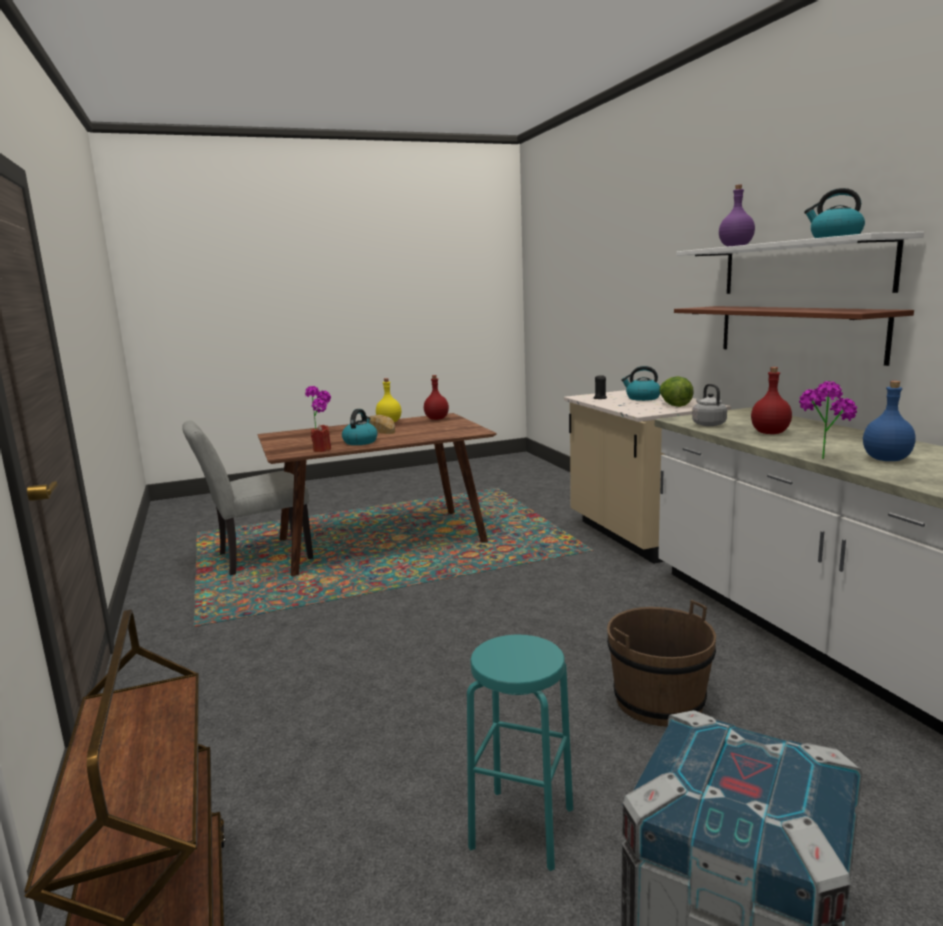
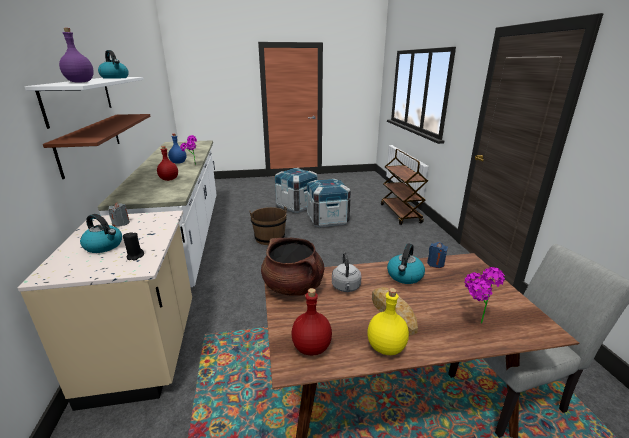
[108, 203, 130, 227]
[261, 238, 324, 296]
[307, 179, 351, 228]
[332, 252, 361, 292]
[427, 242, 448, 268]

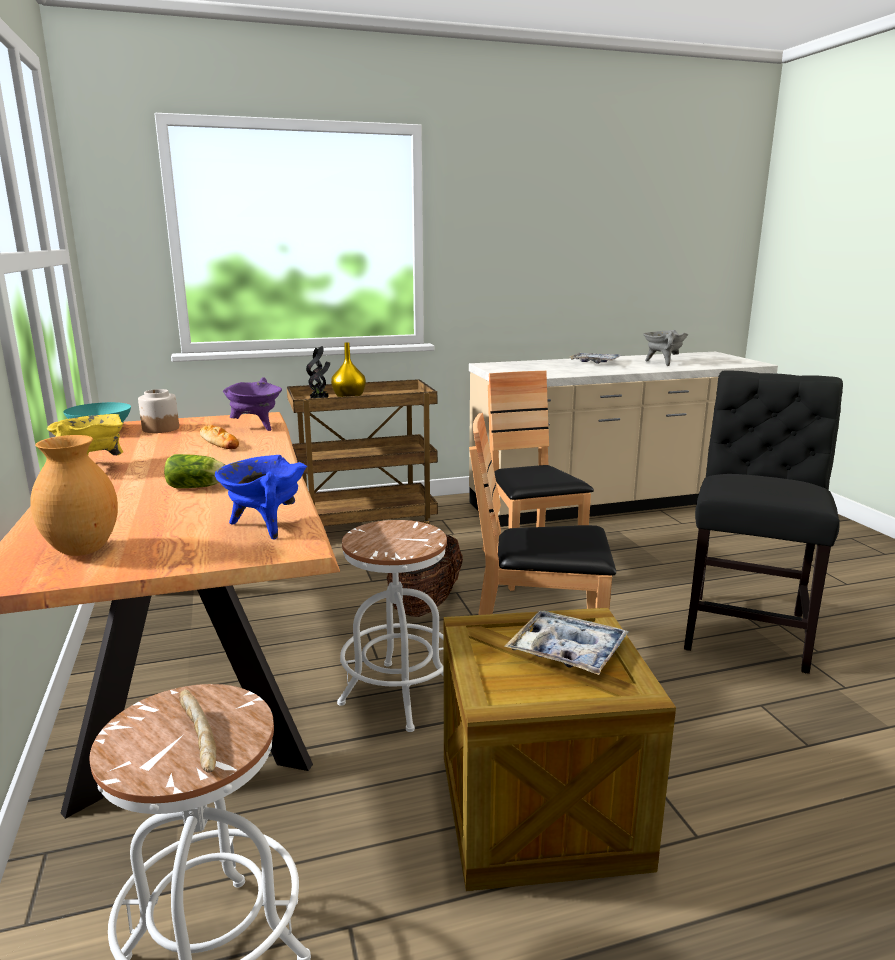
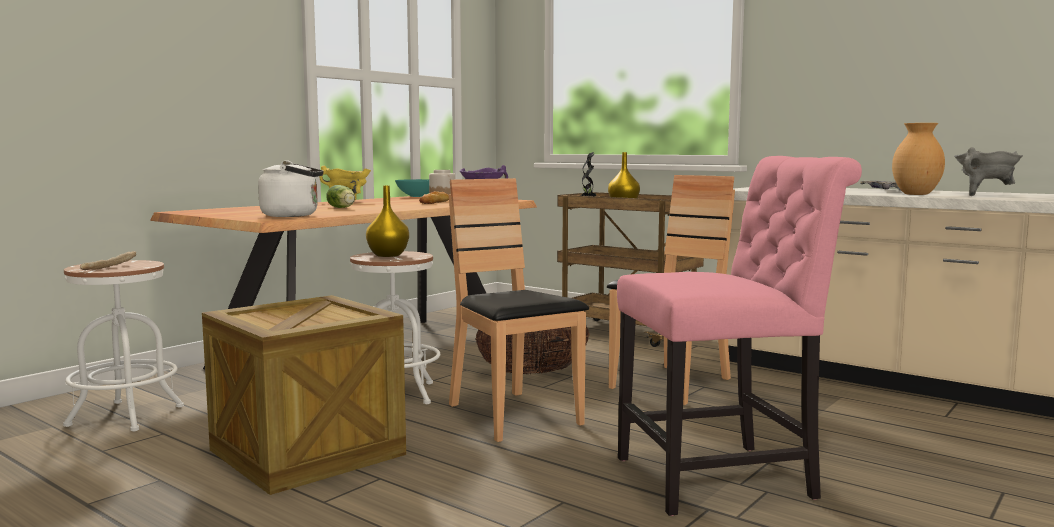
[258, 160, 324, 217]
[366, 185, 409, 257]
[617, 156, 862, 516]
[892, 123, 945, 195]
[505, 610, 628, 675] (first image)

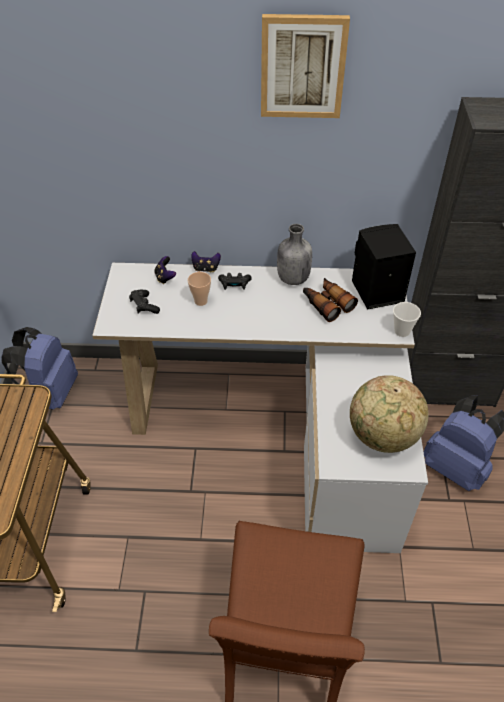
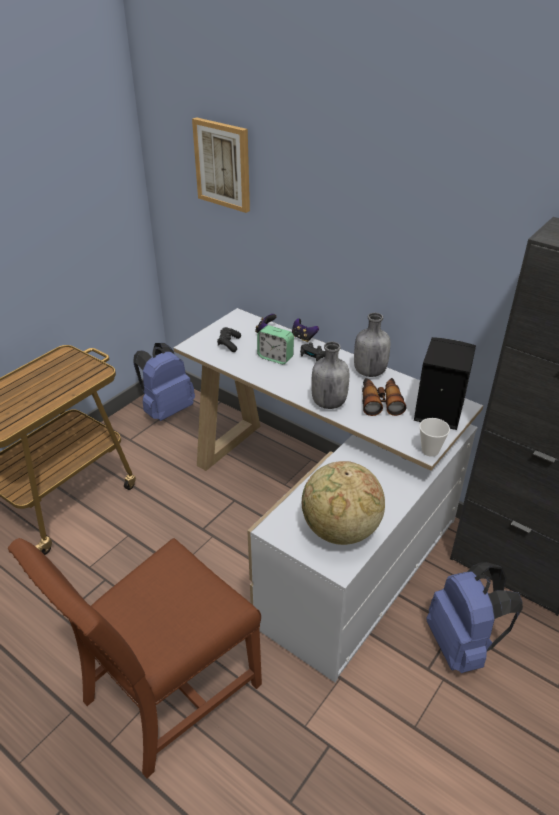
[192, 117, 250, 213]
[257, 325, 294, 364]
[311, 341, 349, 409]

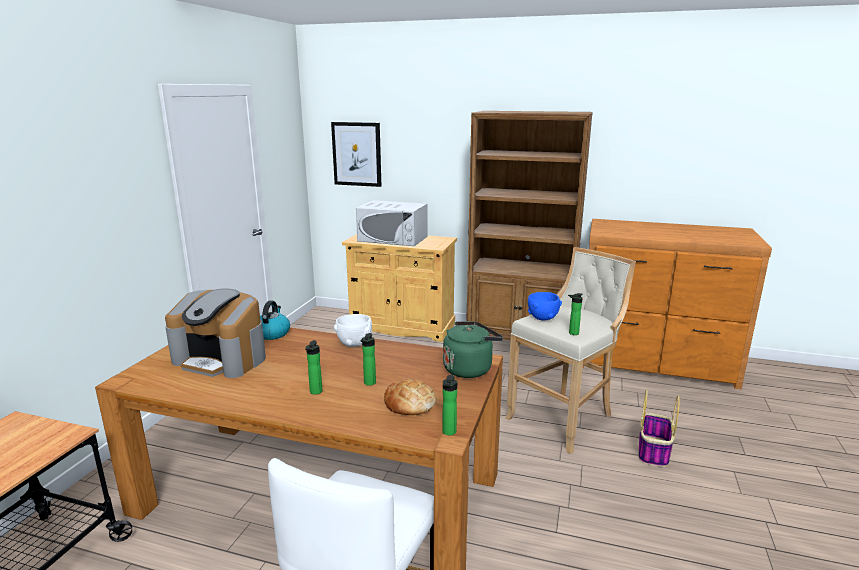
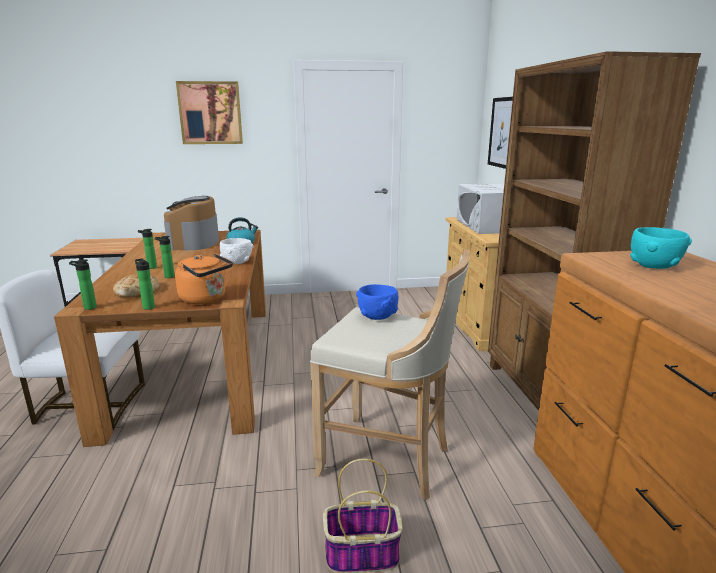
[135, 259, 155, 310]
[175, 253, 233, 304]
[176, 81, 243, 144]
[630, 227, 692, 269]

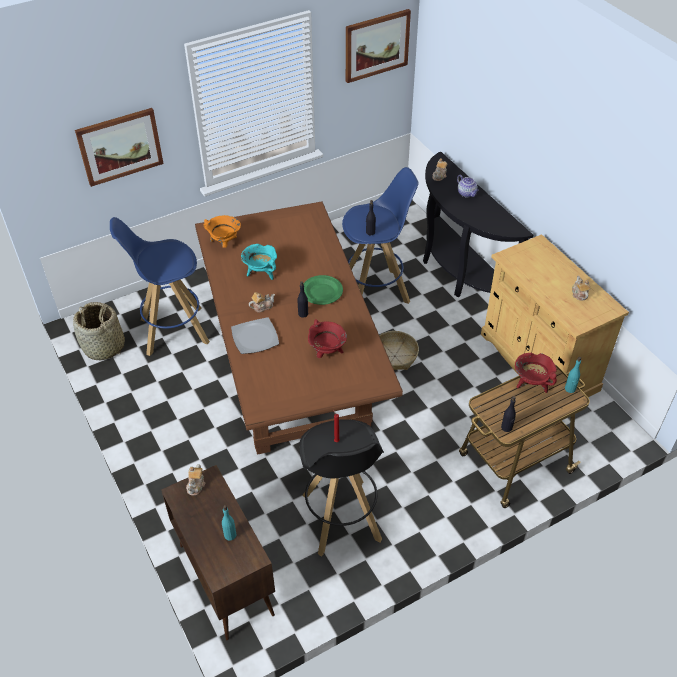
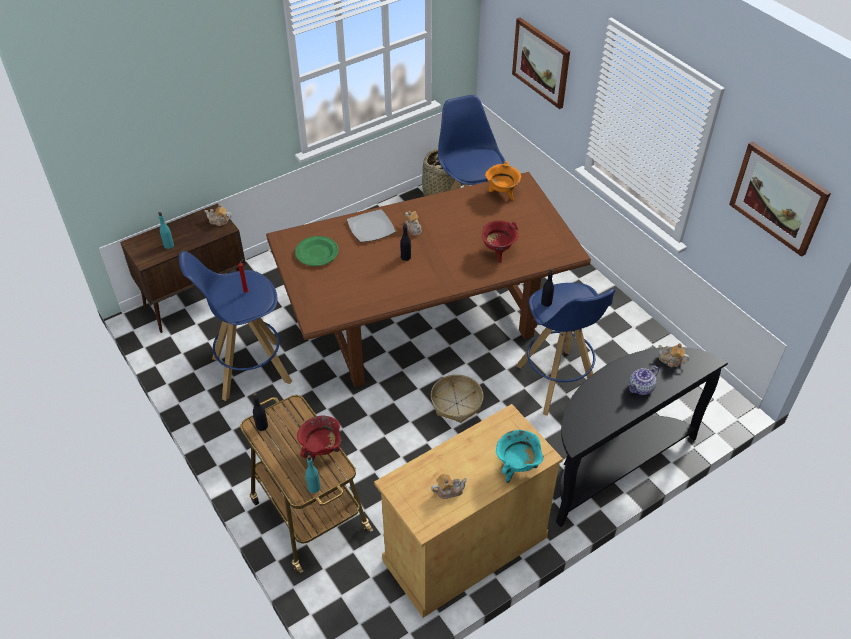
[179, 251, 292, 401]
[295, 236, 339, 266]
[482, 220, 519, 263]
[496, 430, 544, 483]

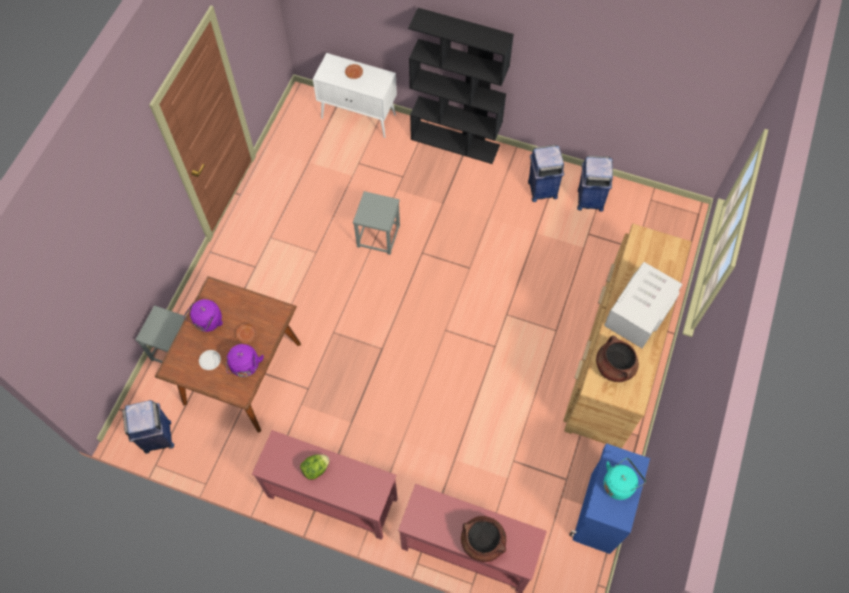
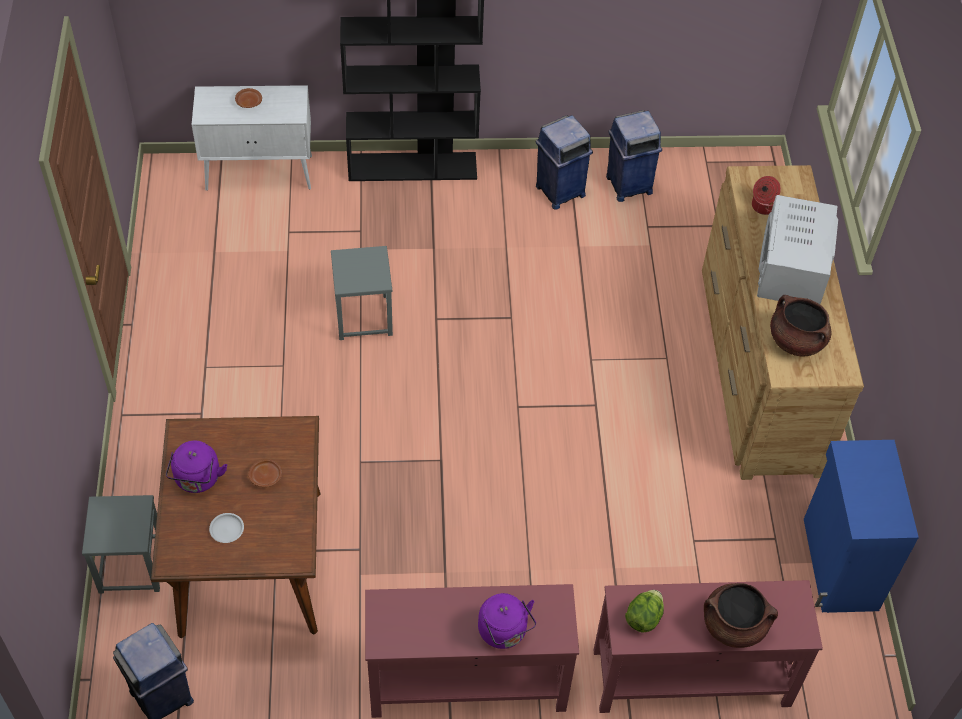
[478, 593, 536, 649]
[625, 590, 664, 633]
[752, 176, 781, 215]
[603, 458, 646, 500] (first image)

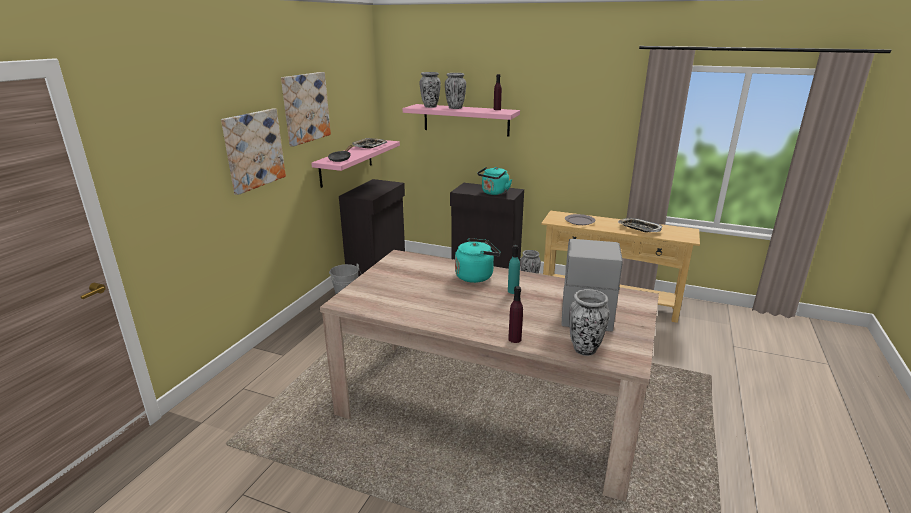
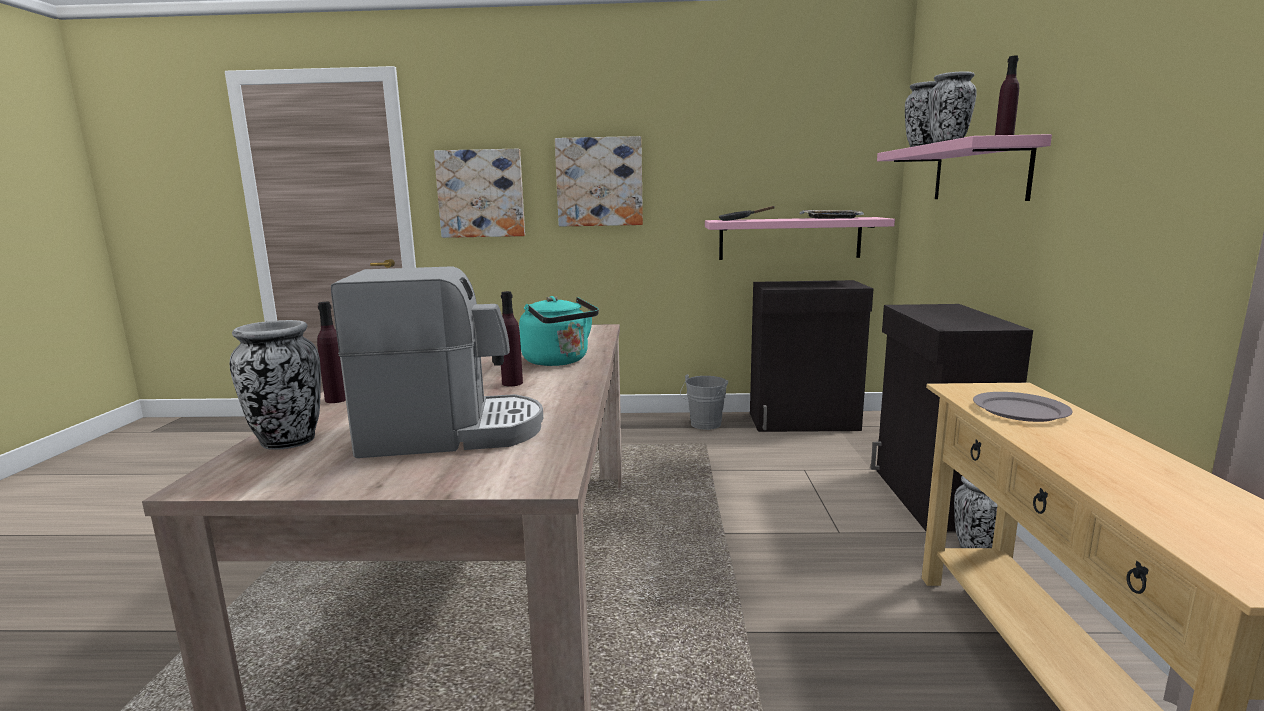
[434, 149, 525, 238]
[501, 291, 523, 386]
[477, 167, 512, 195] (first image)
[618, 218, 663, 232] (first image)

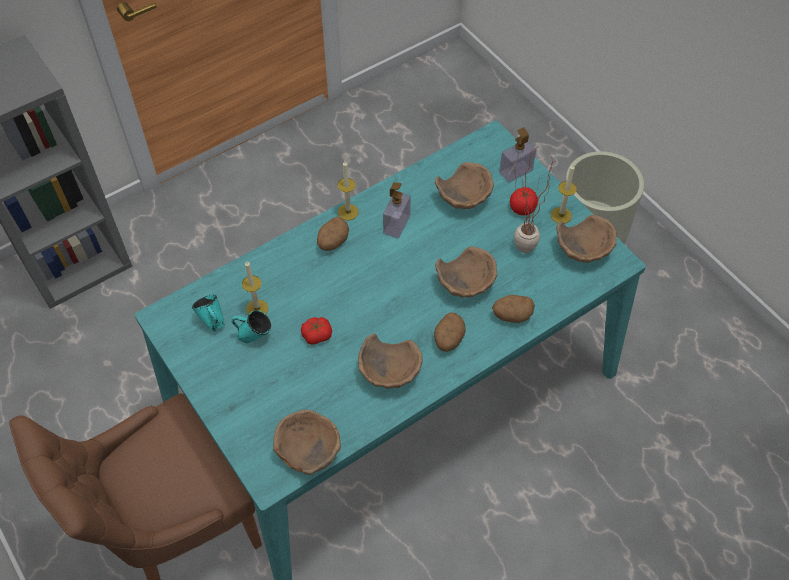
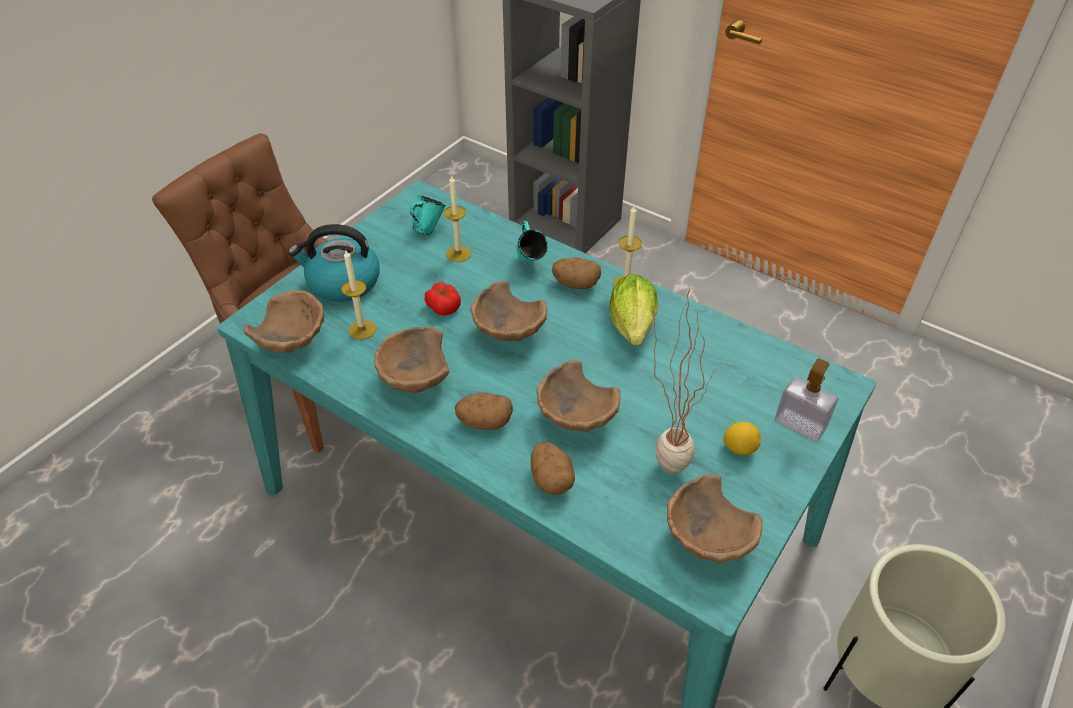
[288, 224, 380, 302]
[342, 250, 376, 340]
[471, 281, 547, 341]
[516, 221, 548, 262]
[609, 274, 658, 345]
[723, 422, 761, 455]

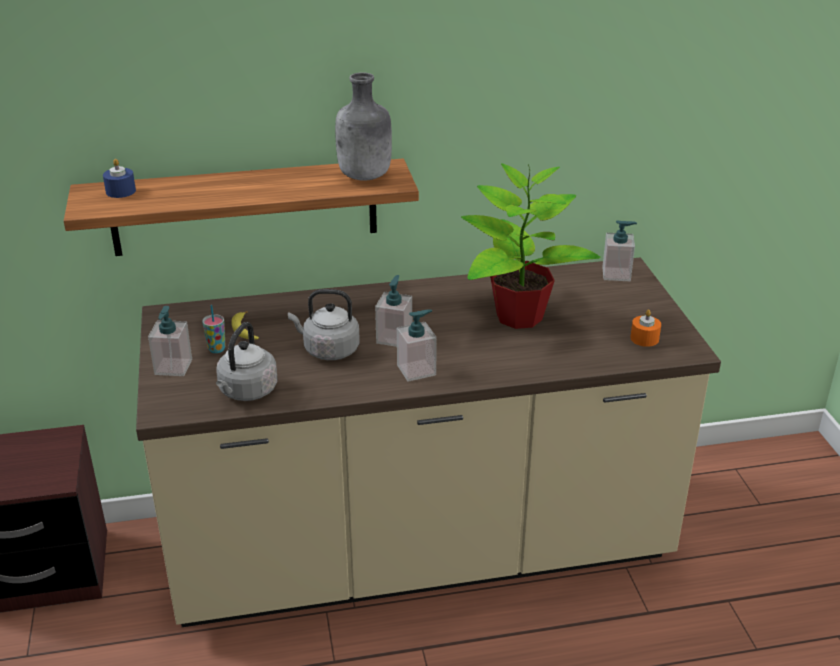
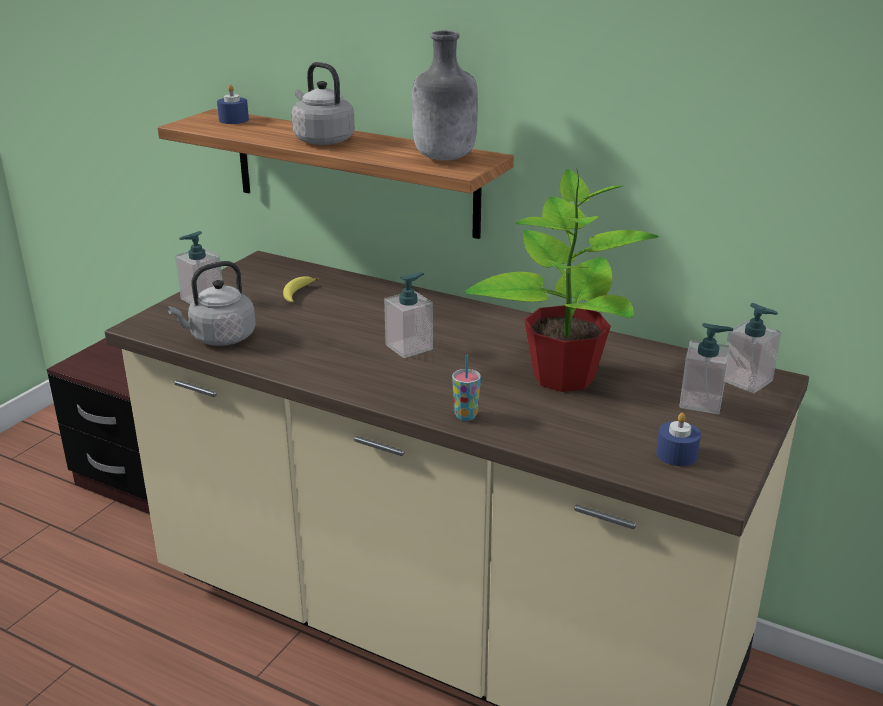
[292, 62, 355, 145]
[452, 355, 481, 421]
[656, 413, 701, 466]
[679, 323, 734, 414]

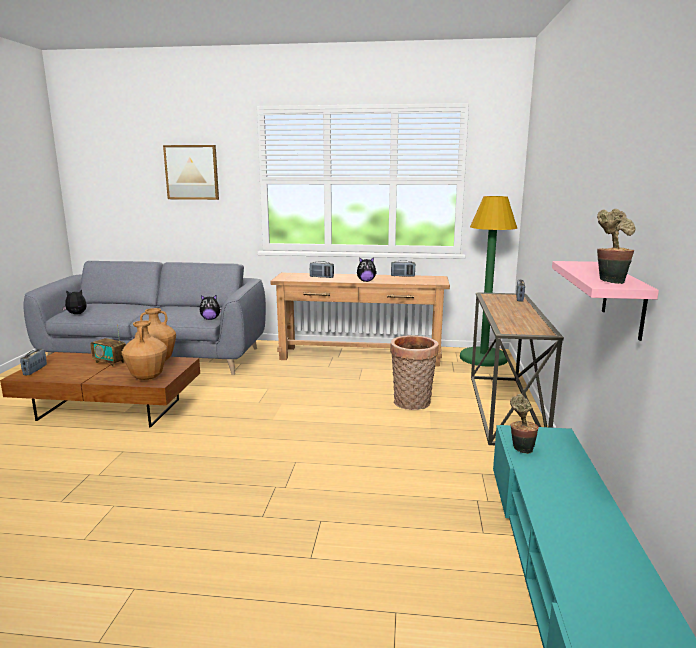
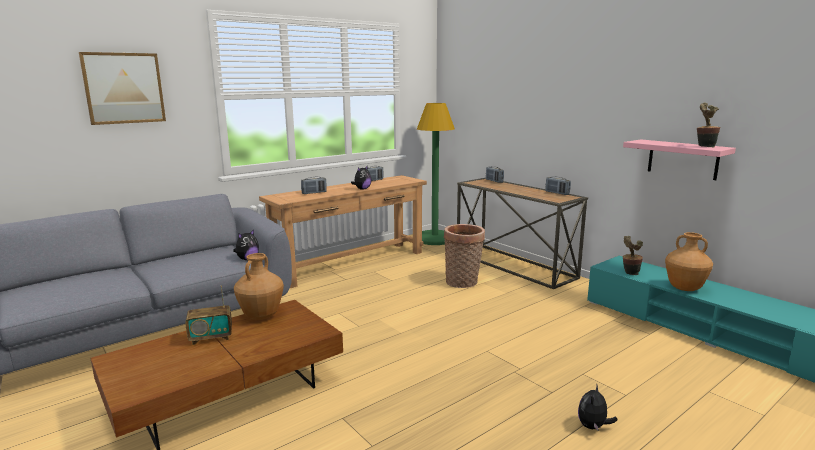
[545, 177, 571, 195]
[578, 384, 617, 431]
[665, 232, 713, 291]

